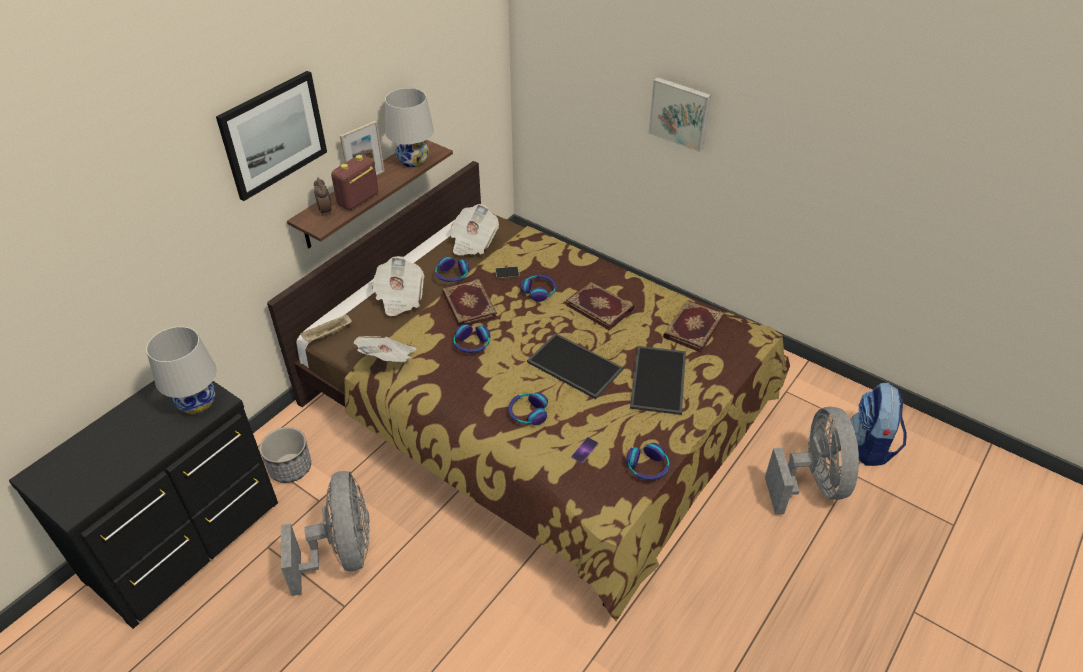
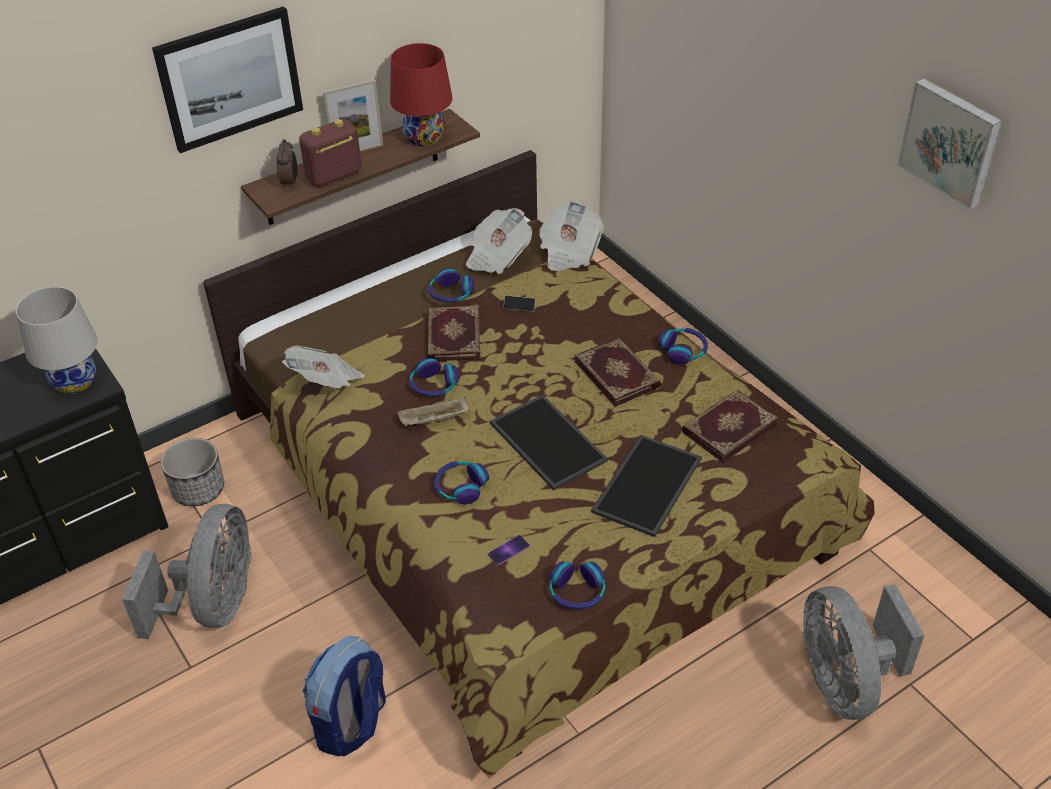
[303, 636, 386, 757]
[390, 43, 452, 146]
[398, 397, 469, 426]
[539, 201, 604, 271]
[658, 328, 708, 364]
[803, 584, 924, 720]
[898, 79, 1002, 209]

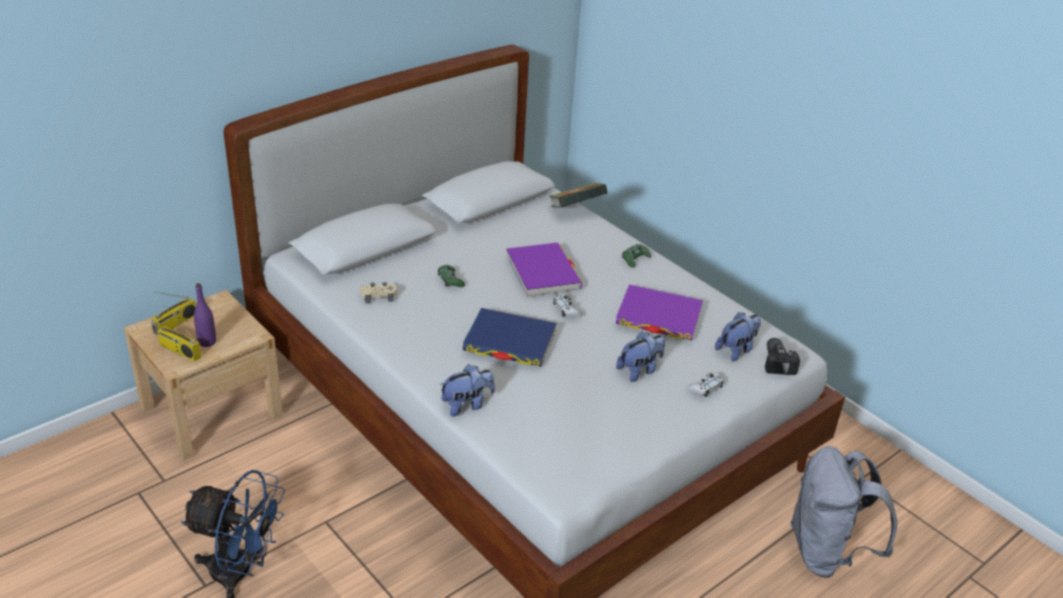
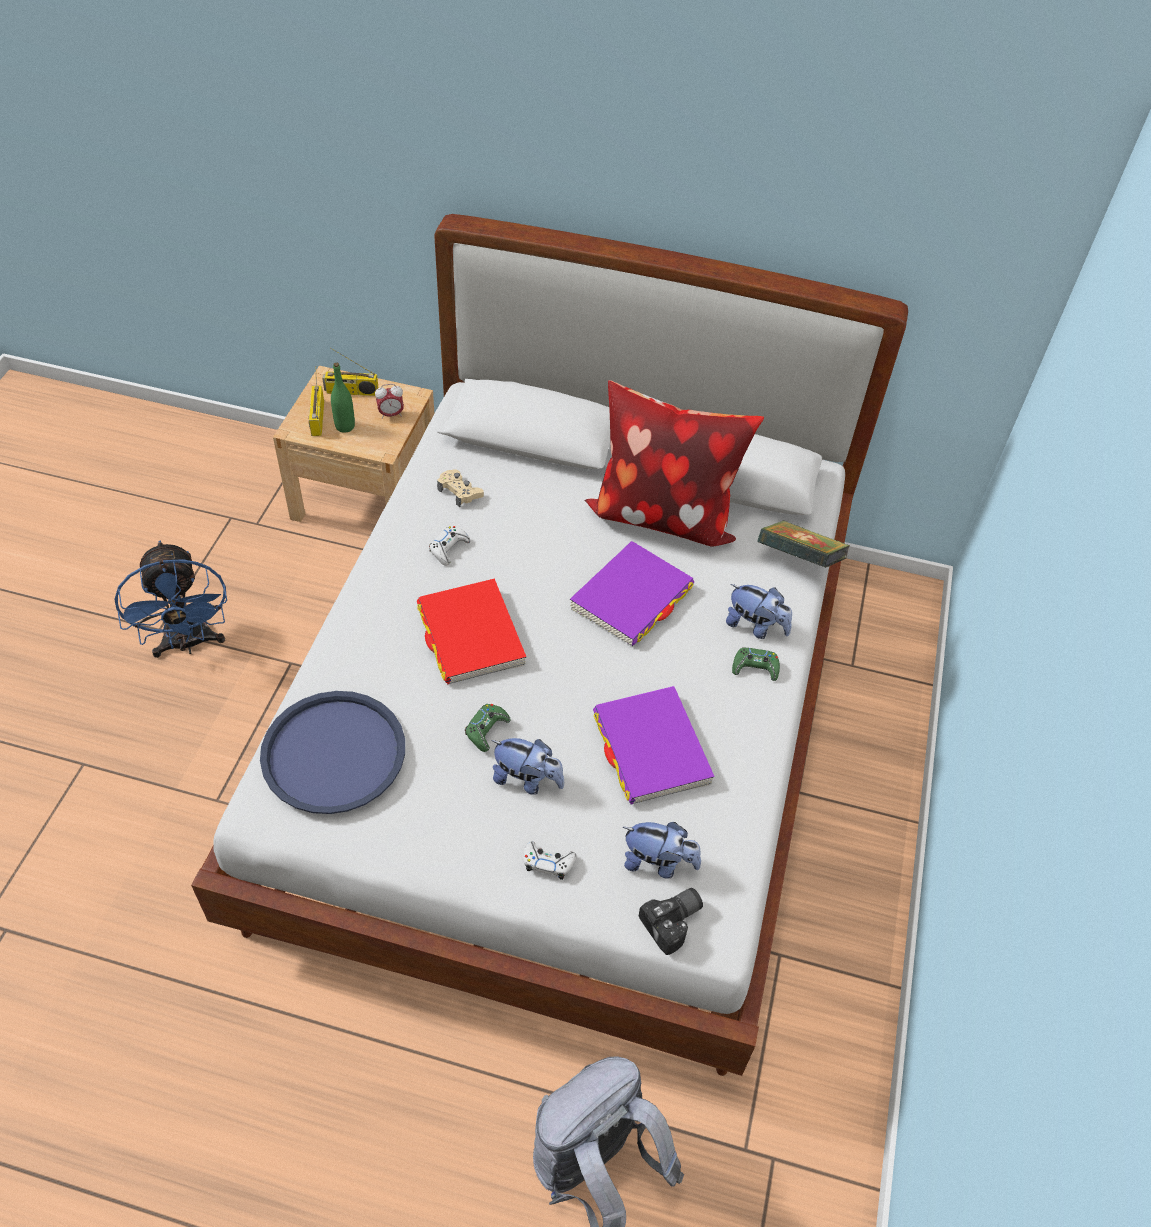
[260, 691, 405, 814]
[331, 362, 355, 433]
[375, 384, 404, 419]
[417, 578, 526, 684]
[429, 526, 470, 566]
[465, 704, 510, 752]
[585, 380, 764, 547]
[726, 584, 792, 639]

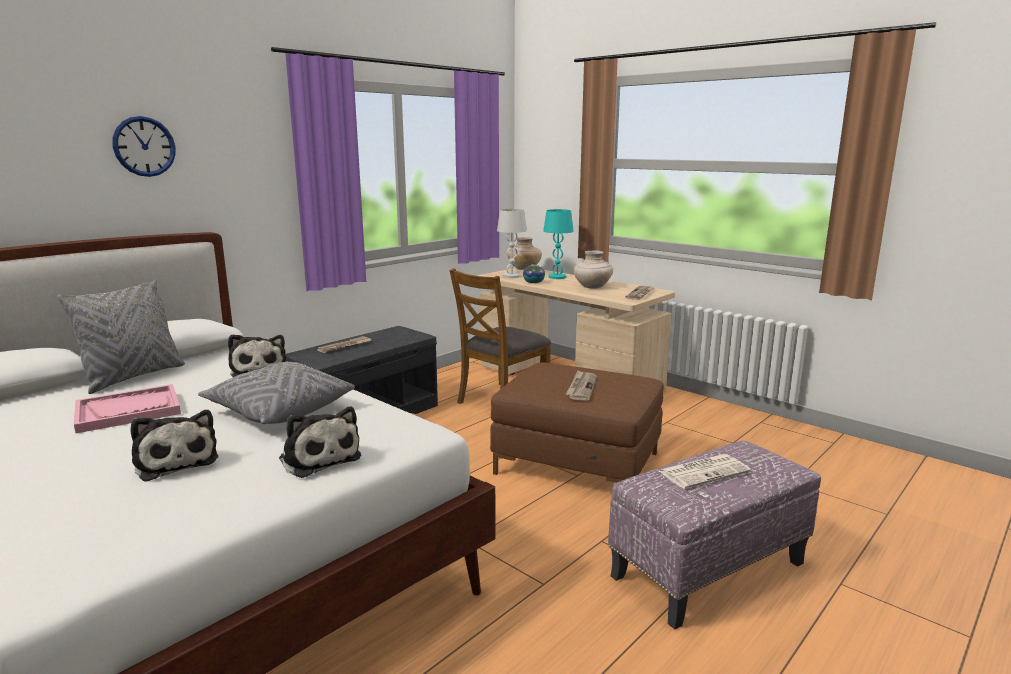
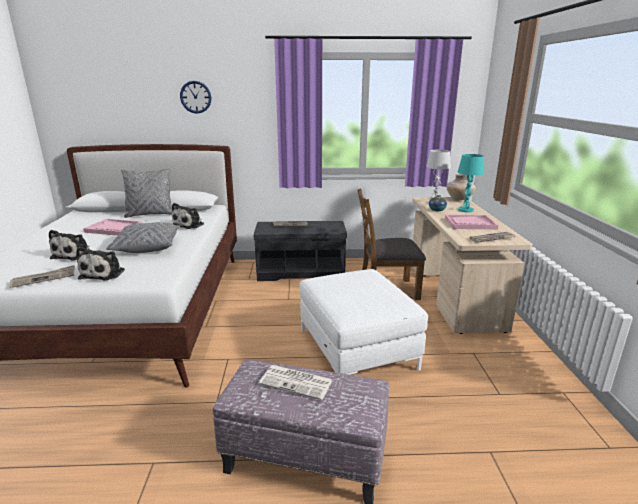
[9, 265, 75, 288]
[300, 269, 428, 375]
[445, 215, 499, 229]

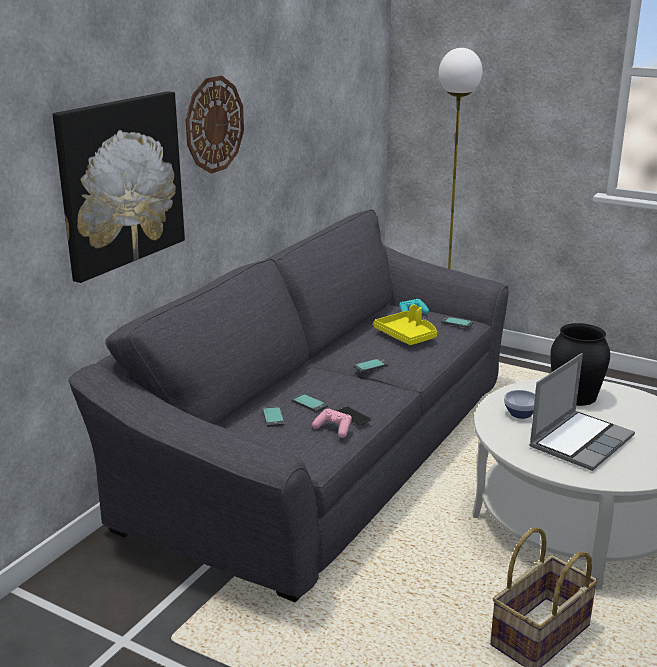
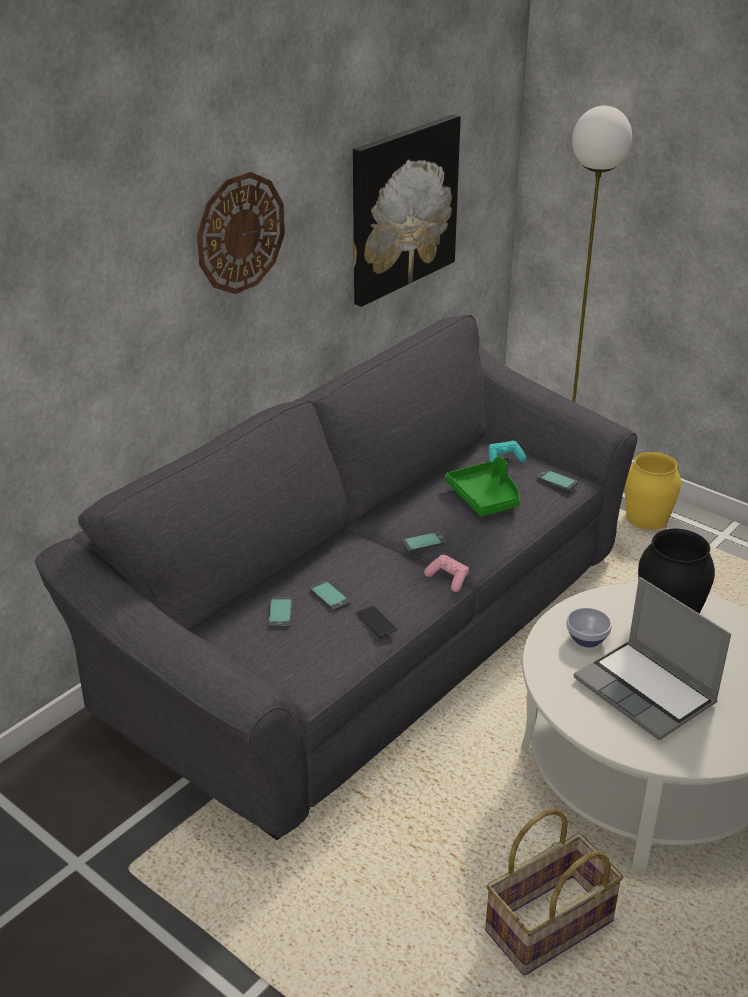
[353, 114, 461, 307]
[424, 555, 469, 592]
[445, 456, 520, 516]
[574, 577, 731, 740]
[624, 452, 681, 530]

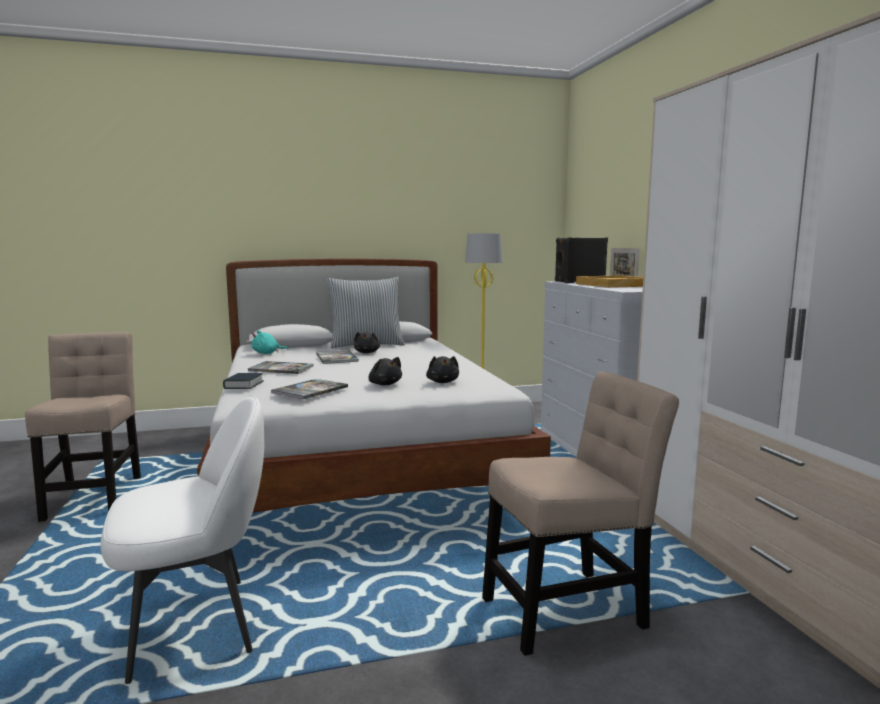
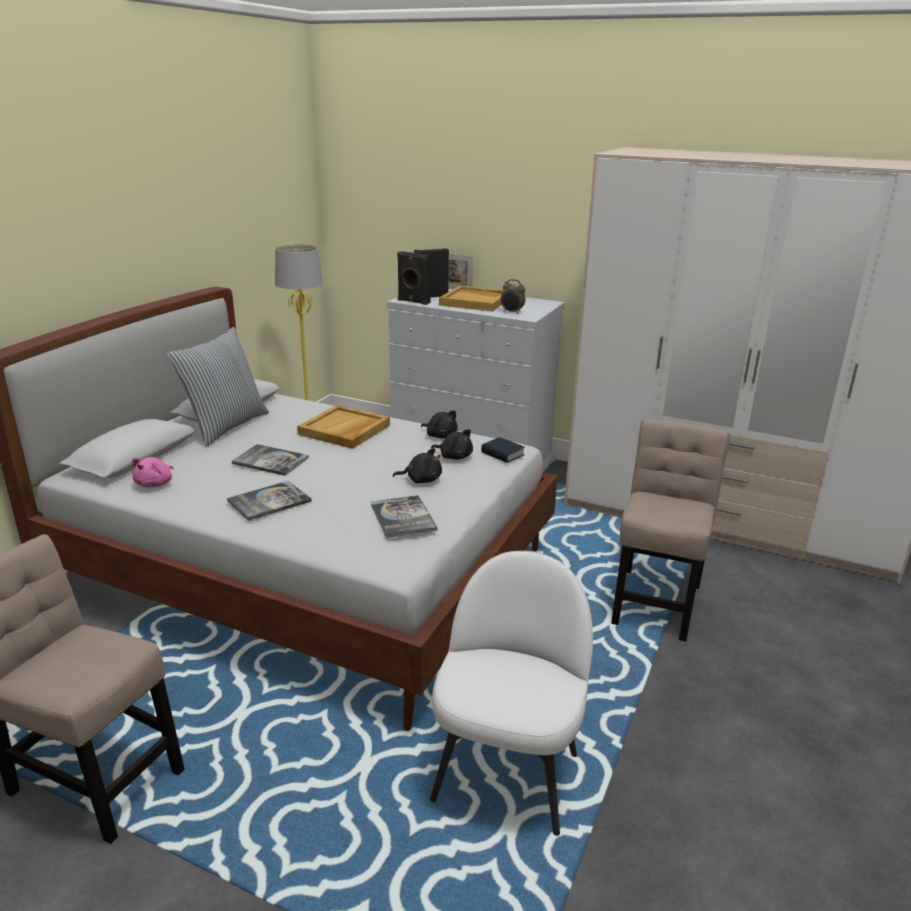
[132, 457, 173, 487]
[297, 405, 390, 449]
[421, 410, 458, 438]
[481, 437, 525, 463]
[501, 279, 525, 314]

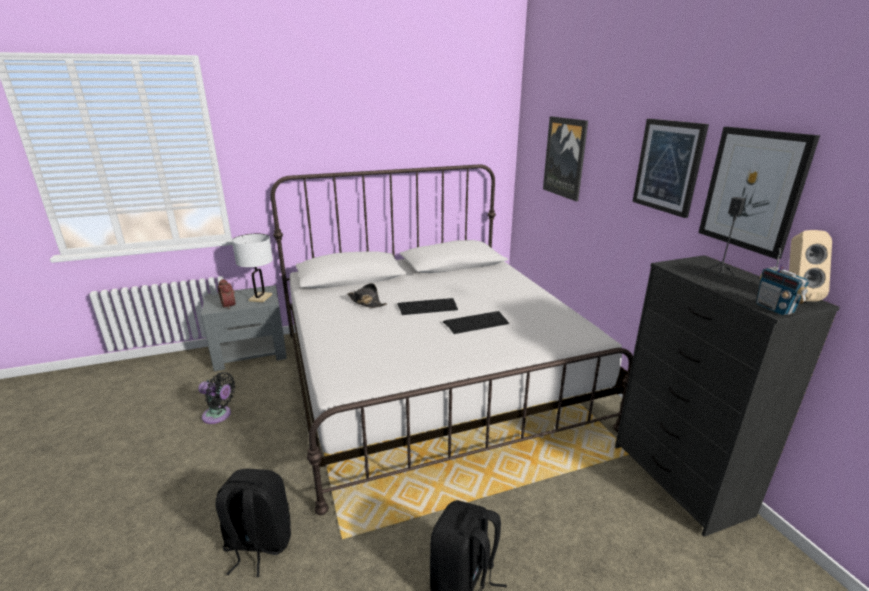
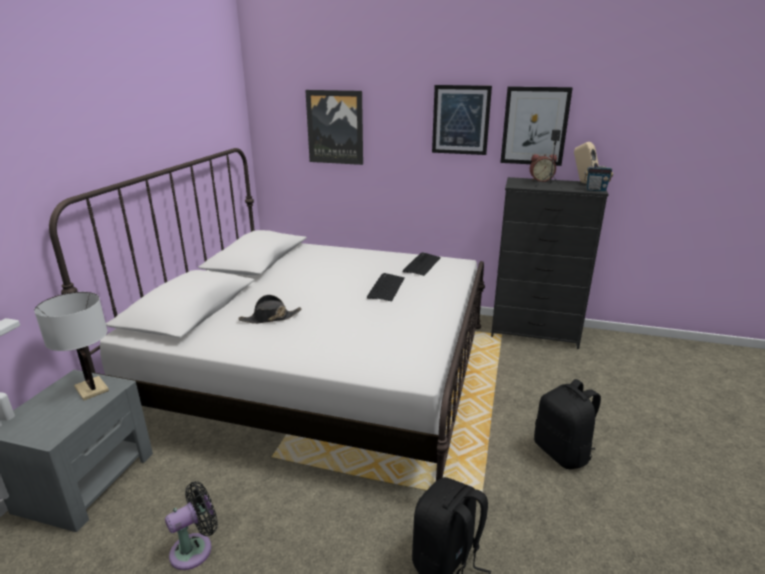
[402, 252, 441, 276]
[530, 154, 557, 182]

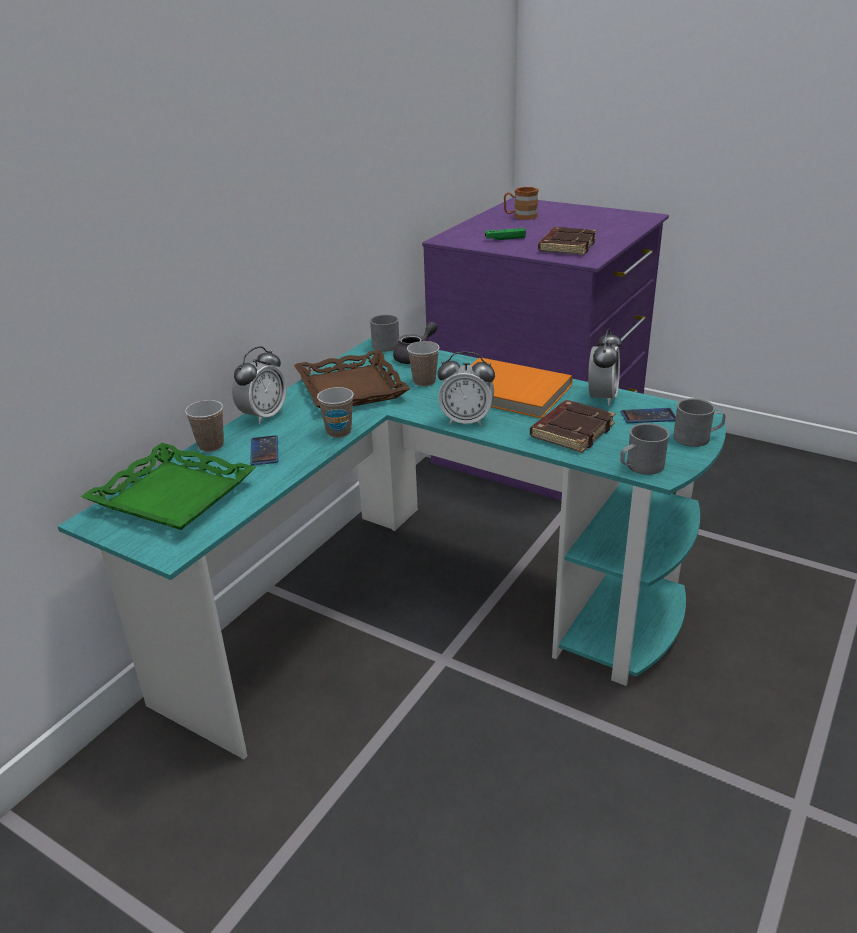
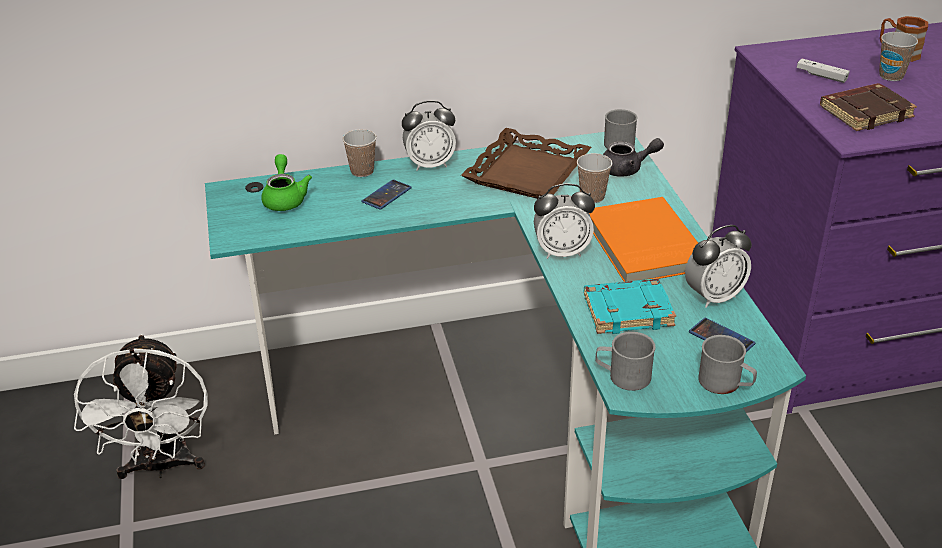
[74, 334, 208, 479]
[261, 154, 312, 211]
[534, 184, 595, 259]
[584, 279, 676, 334]
[797, 59, 850, 83]
[879, 32, 918, 81]

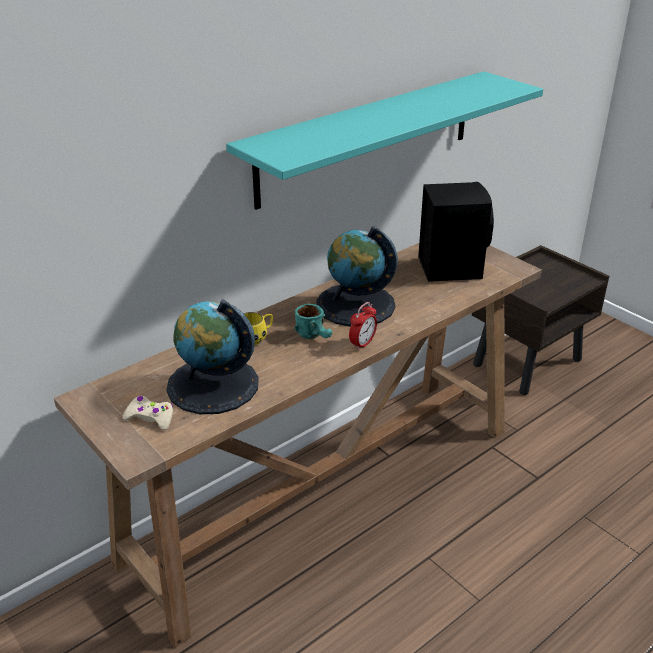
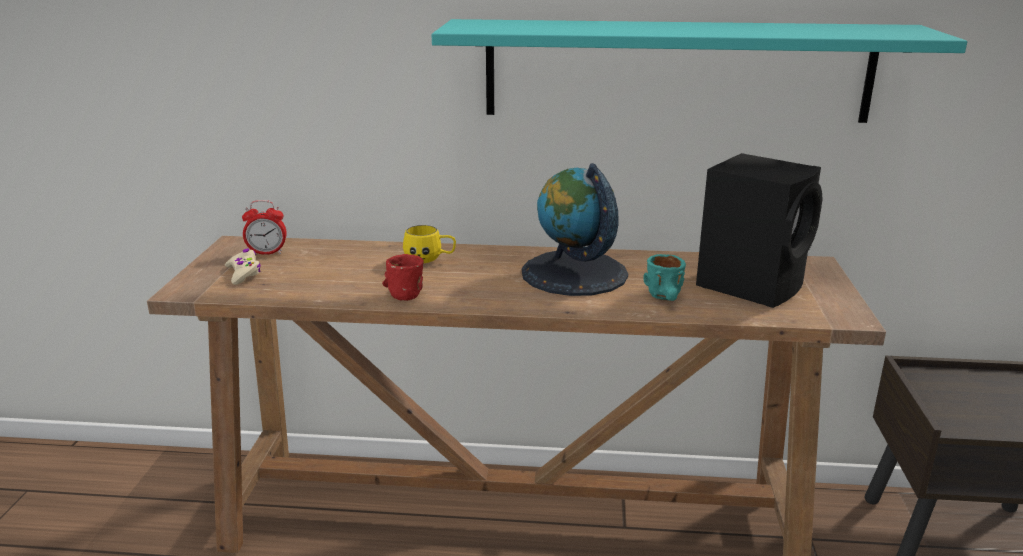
[242, 200, 287, 255]
[382, 254, 424, 301]
[643, 254, 686, 301]
[166, 300, 259, 414] (first image)

